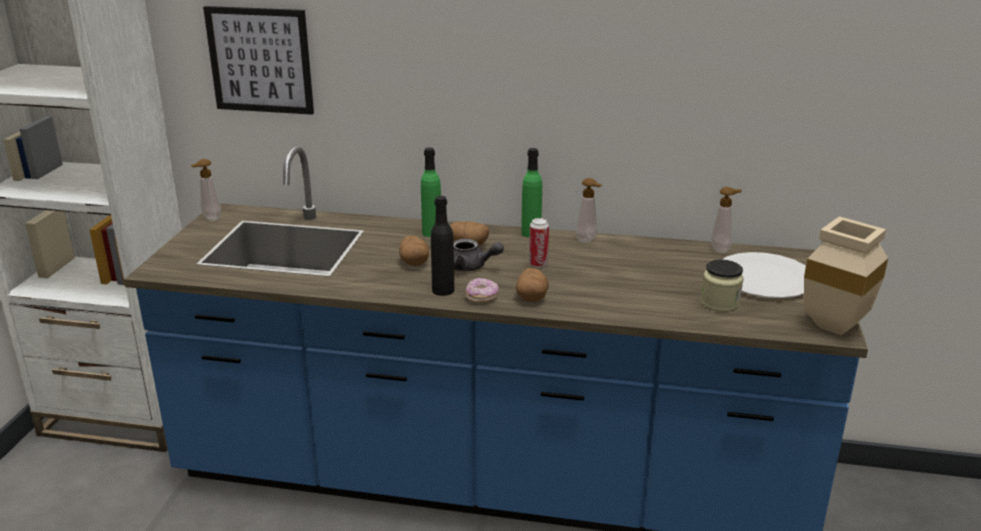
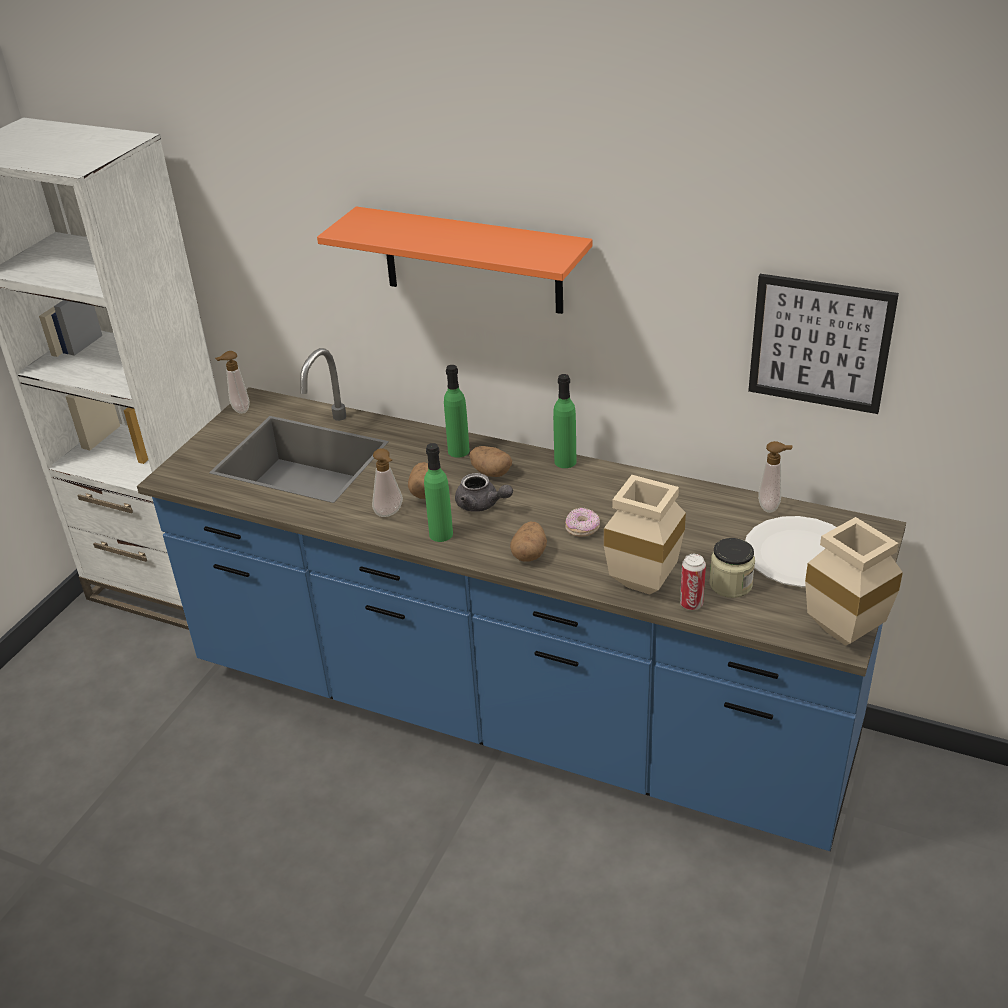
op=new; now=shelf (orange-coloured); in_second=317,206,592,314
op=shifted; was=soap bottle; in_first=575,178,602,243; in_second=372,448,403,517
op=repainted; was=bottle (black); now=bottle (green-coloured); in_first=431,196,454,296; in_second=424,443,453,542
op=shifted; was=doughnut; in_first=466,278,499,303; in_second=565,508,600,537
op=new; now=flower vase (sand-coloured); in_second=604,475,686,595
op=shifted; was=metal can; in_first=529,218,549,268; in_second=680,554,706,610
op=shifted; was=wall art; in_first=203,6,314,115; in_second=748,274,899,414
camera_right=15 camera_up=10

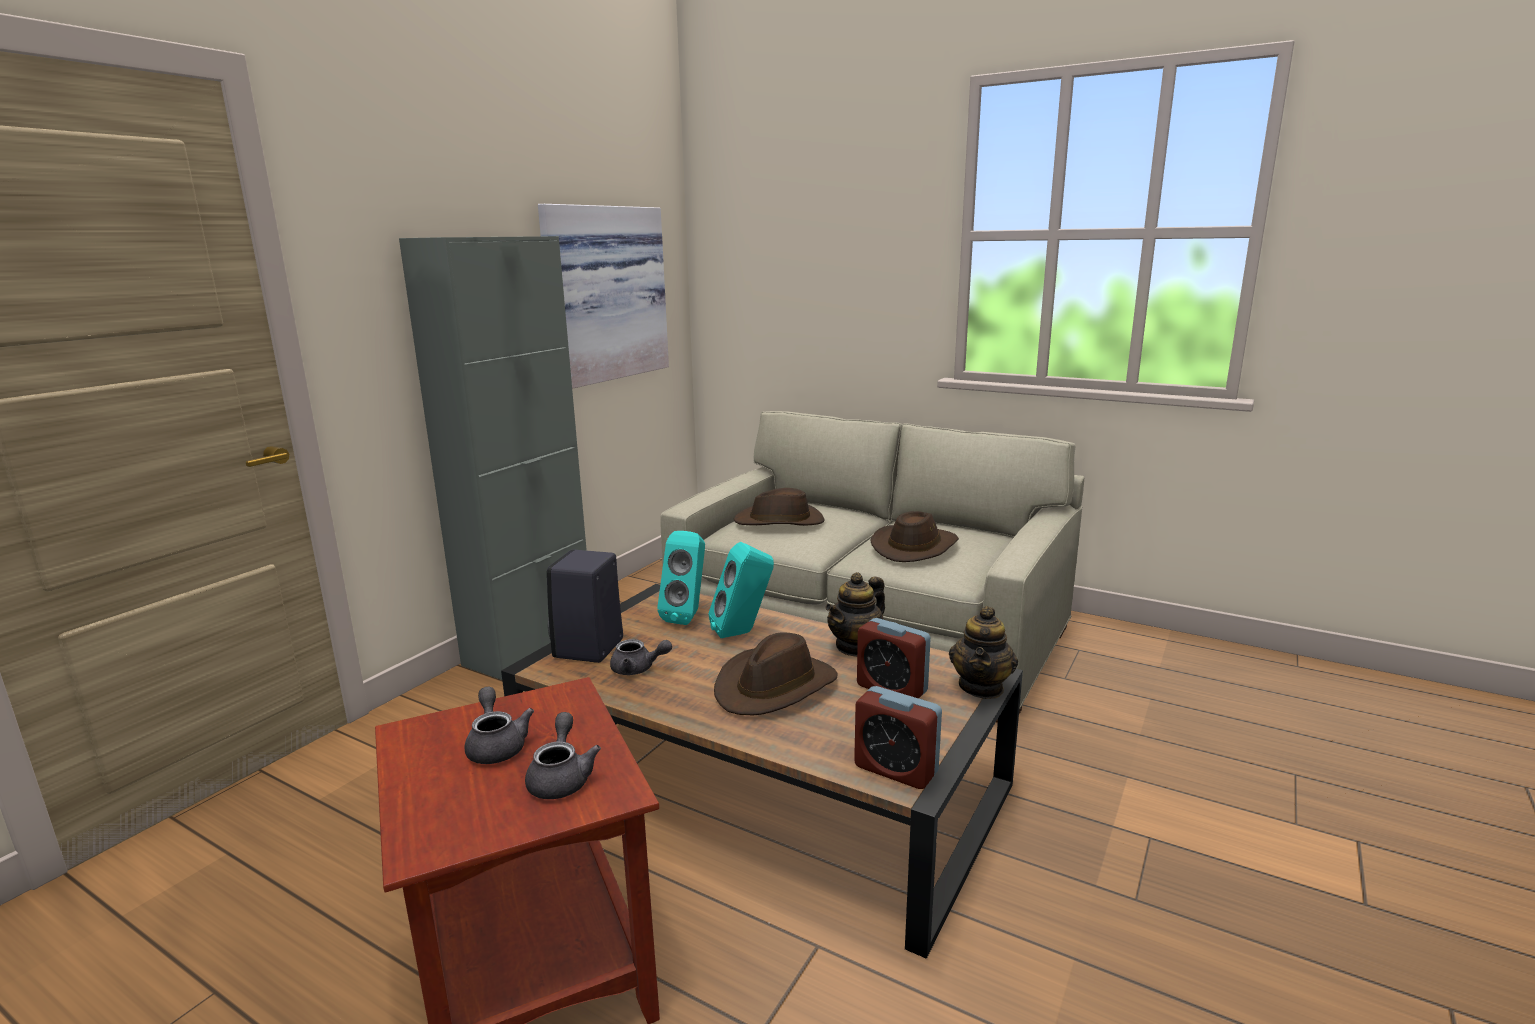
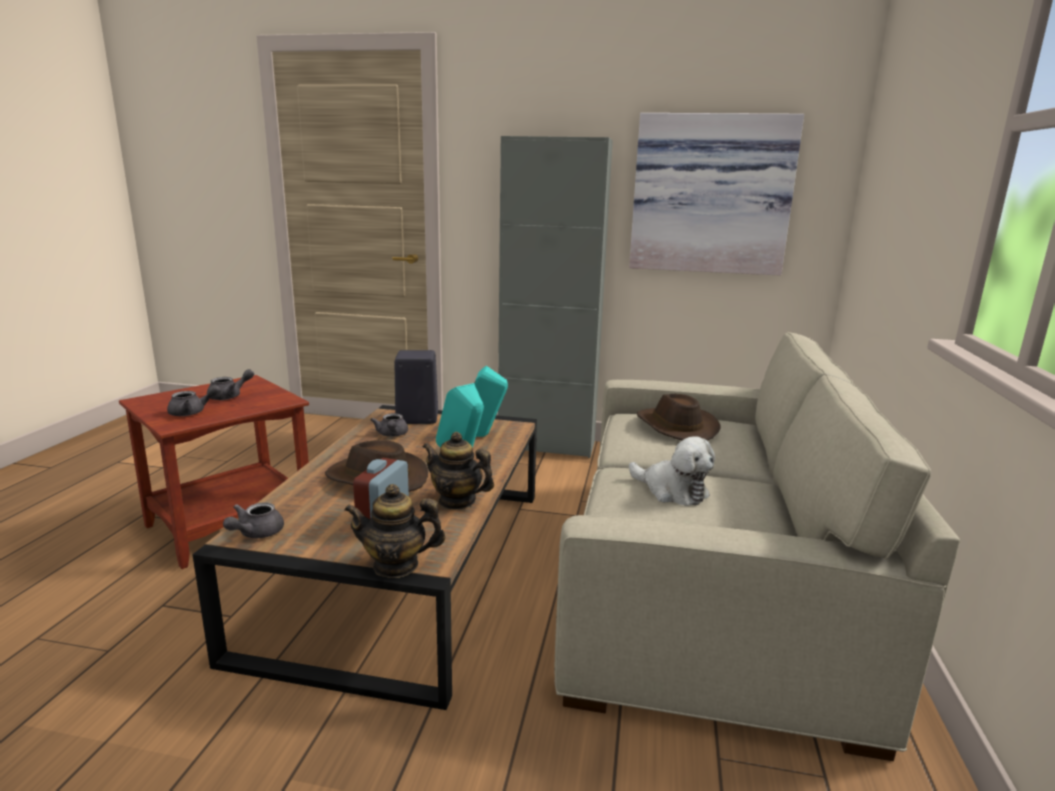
op=swapped; was=bedside clock; now=tea pot (greyish); in_first=854,686,942,789; in_second=223,502,284,538
op=swapped; was=hat (brown); now=cuddly toy; in_first=870,511,959,562; in_second=629,436,715,506
camera_right=70 camera_up=0

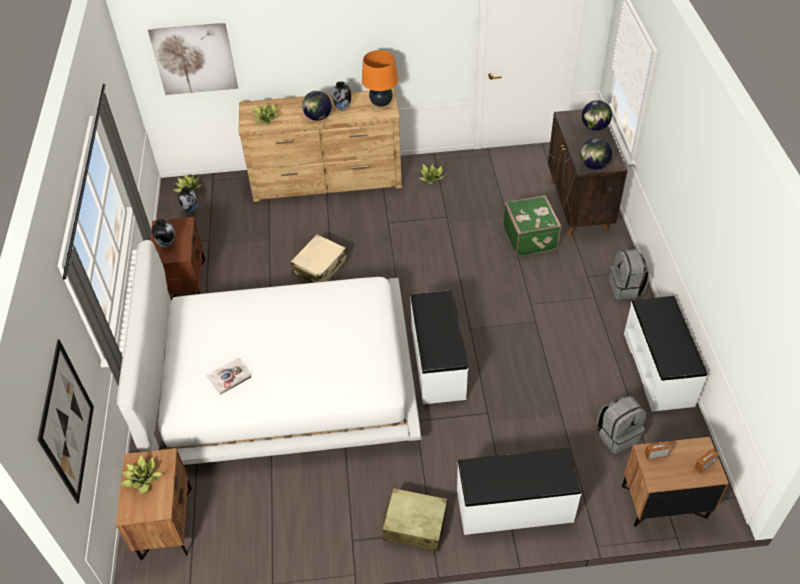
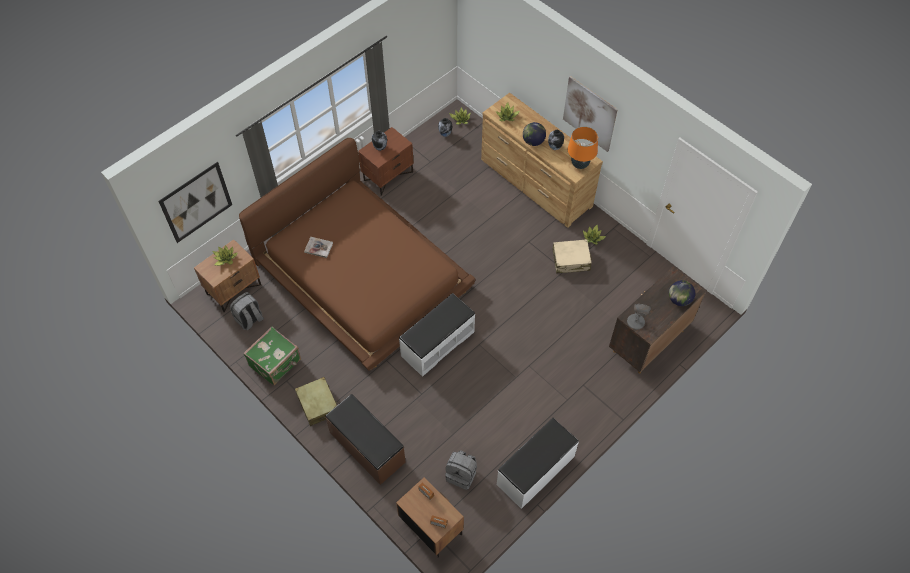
op=shifted; was=knapsack (greyish); in_first=609,249,649,300; in_second=230,292,264,330
op=repainted; was=bed (white-coloured); now=bed (brown); in_first=117,240,422,465; in_second=239,138,476,371
op=shifted; was=suitcase (green-coloured); in_first=503,195,562,257; in_second=243,327,301,386
op=repainted; was=bench (white-coloured); now=bench (brown); in_first=457,448,581,535; in_second=325,394,406,485
op=shifted; was=suitcase (sand-coloured); in_first=291,234,348,283; in_second=552,239,592,273
op=shifted; was=wall art; in_first=148,23,238,95; in_second=563,76,618,152
op=swapped; was=world globe; now=lamp for a table (greyish); in_first=580,138,612,170; in_second=627,304,651,330
camera_right=50 camera_up=10

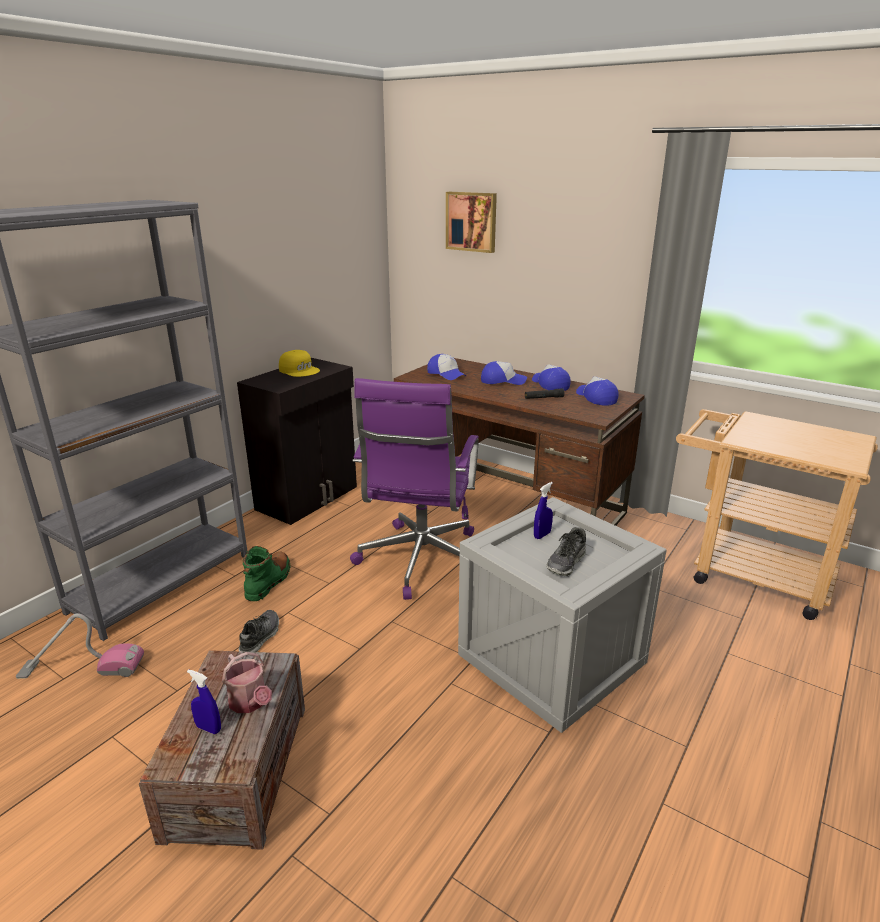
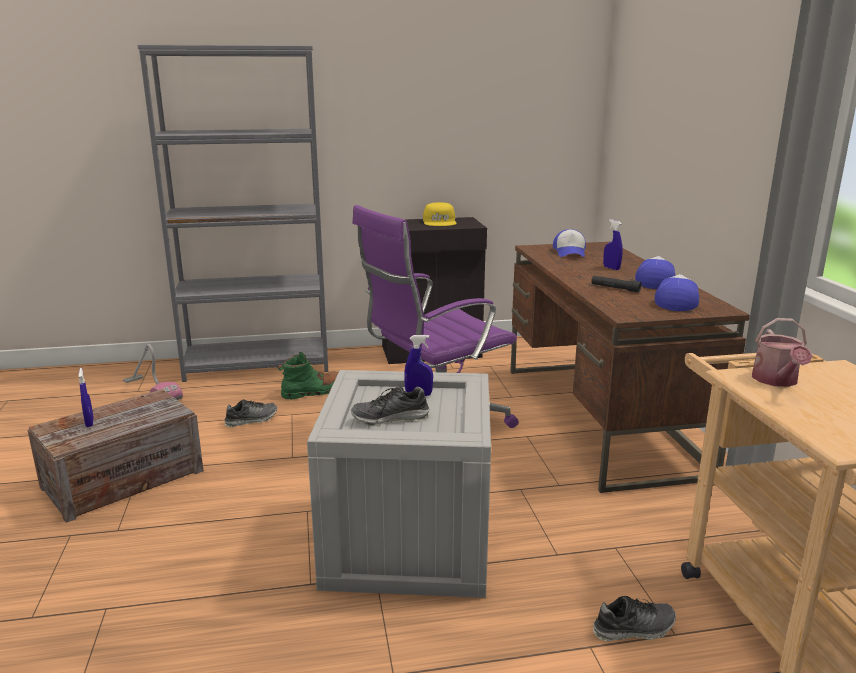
op=new; now=item of footwear; in_second=593,596,676,642
op=swapped; was=cap; now=hand sprayer (bluish); in_first=481,361,527,385; in_second=603,219,623,270
op=shifted; was=watering can; in_first=222,652,272,713; in_second=752,318,813,387
op=gone; was=wall art; in_first=446,192,497,253
camera_right=45 camera_up=-5

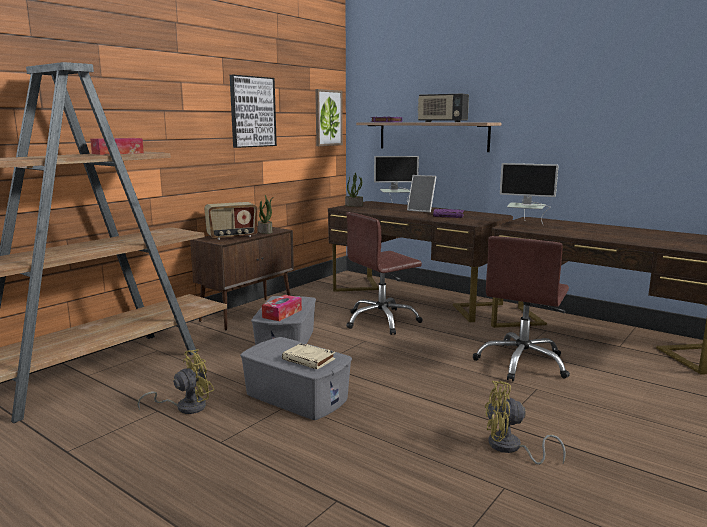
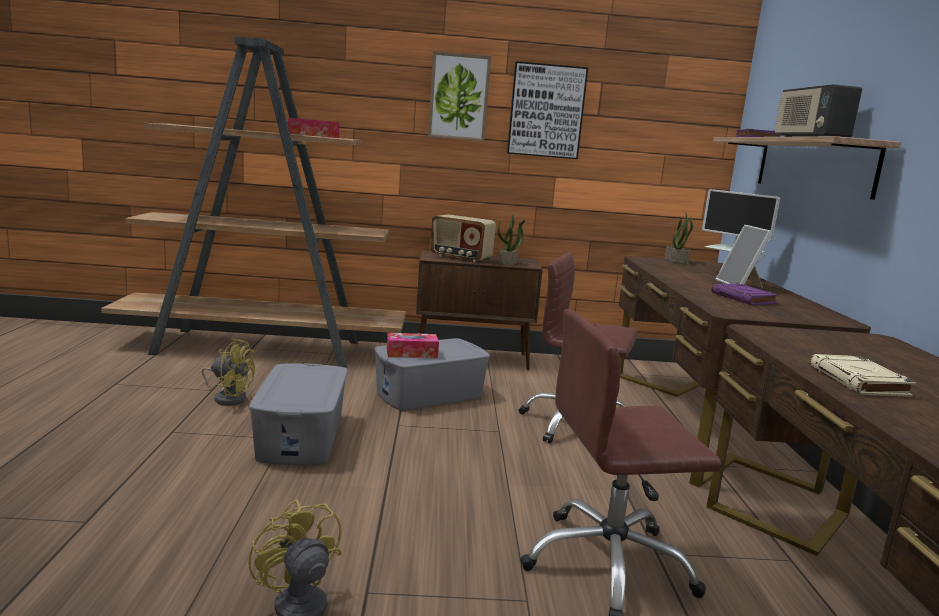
op=shifted; was=wall art; in_first=315,89,343,146; in_second=428,51,491,142
op=shifted; was=book (sand-coloured); in_first=282,343,335,369; in_second=809,354,916,397
op=gone; was=monitor; in_first=500,163,558,226
camera_right=50 camera_up=0

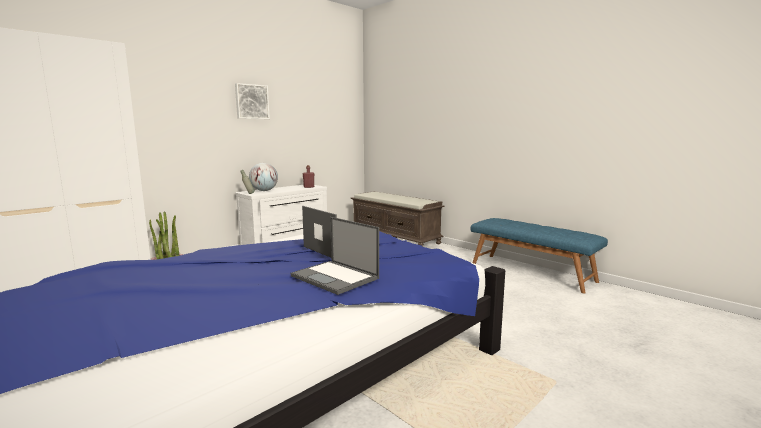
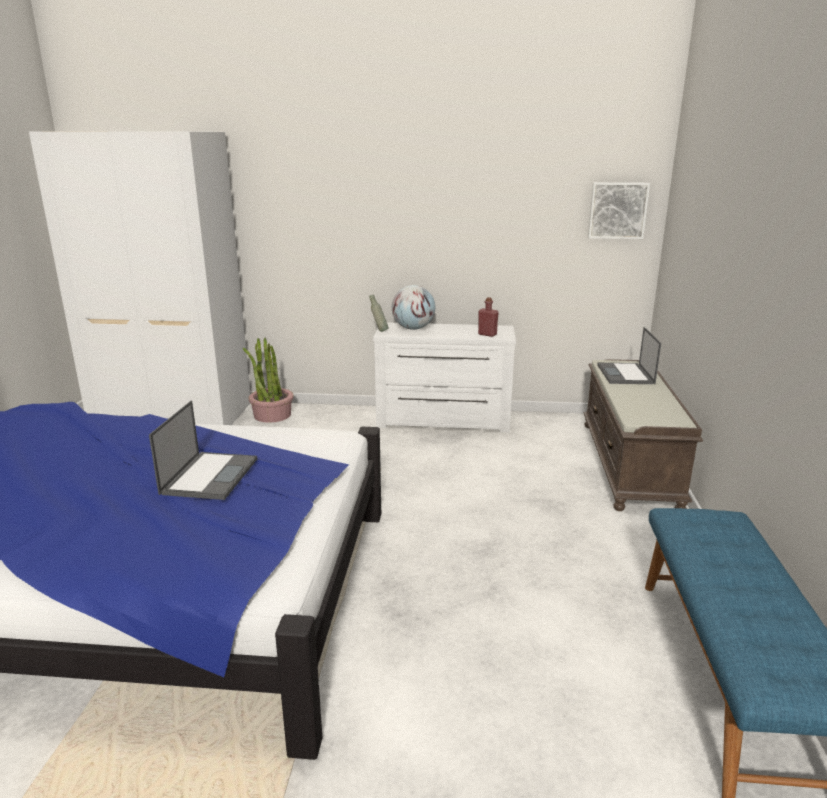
op=shifted; was=wall art; in_first=235,83,270,119; in_second=588,182,650,239
op=shifted; was=notebook computer; in_first=291,217,379,295; in_second=597,327,661,384
camera_right=50 camera_up=10

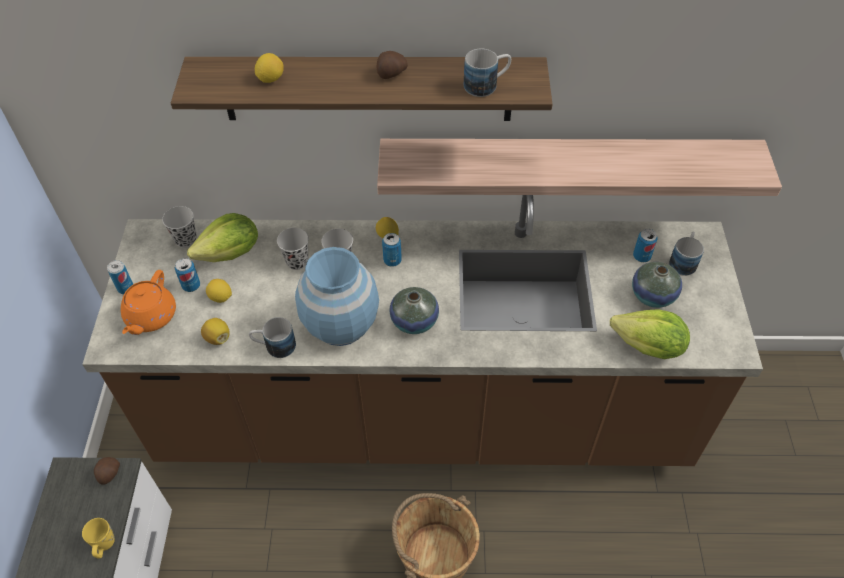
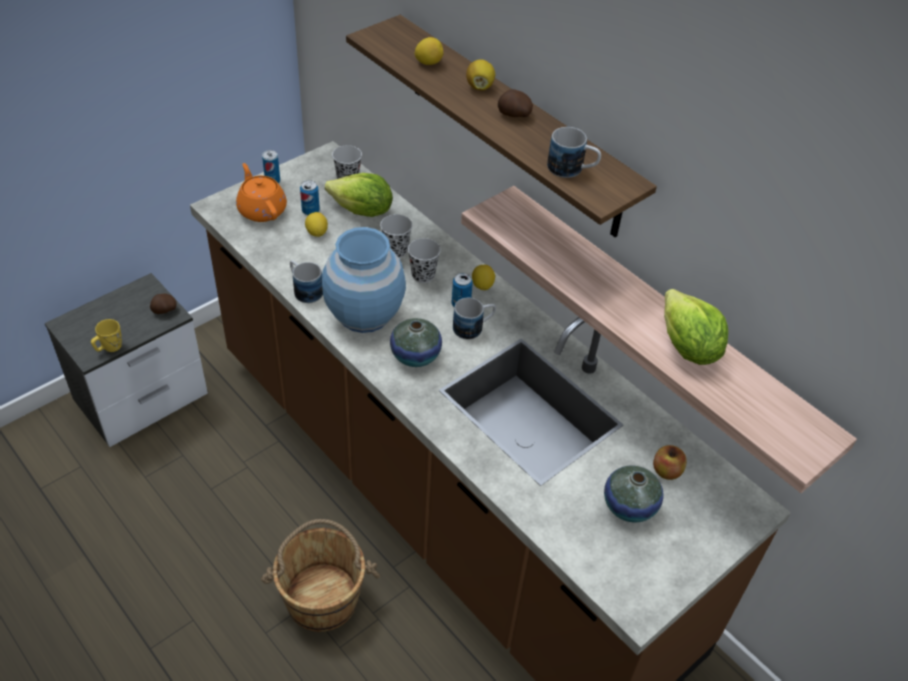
op=rotated; was=tea pot (orange-coloured); in_first=121,270,176,335; in_second=236,163,287,222; clockwise=90
op=shifted; was=coffee mug; in_first=669,232,704,276; in_second=453,298,496,340
op=shifted; was=lemon; in_first=201,318,229,345; in_second=466,59,495,90
op=swapped; was=metal can; now=apple fruit; in_first=633,229,658,262; in_second=653,445,687,480
op=shifted; was=lettuce; in_first=610,309,690,359; in_second=664,289,728,365
camera_right=45 camera_up=-5

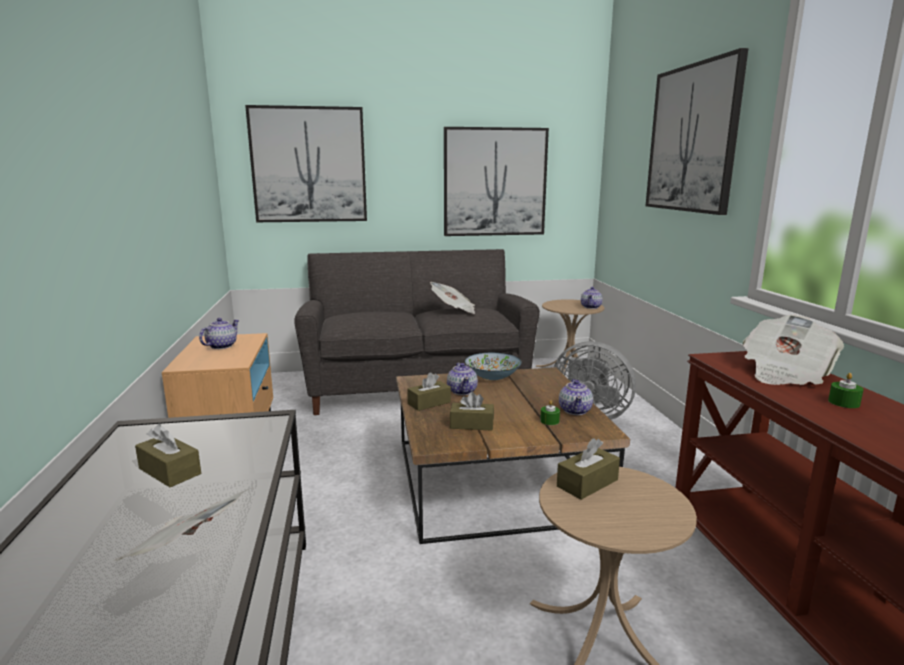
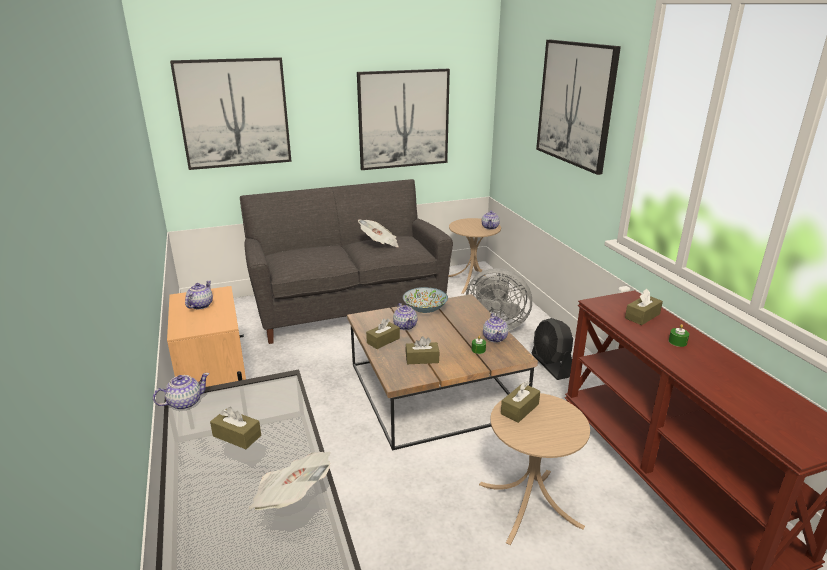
op=new; now=tea pot; in_second=153,373,209,410
op=new; now=fan (black); in_second=532,318,573,380
op=swapped; was=daily paper; now=tissue holder (brown); in_first=743,315,844,385; in_second=625,289,663,325
camera_right=-10 camera_up=10

